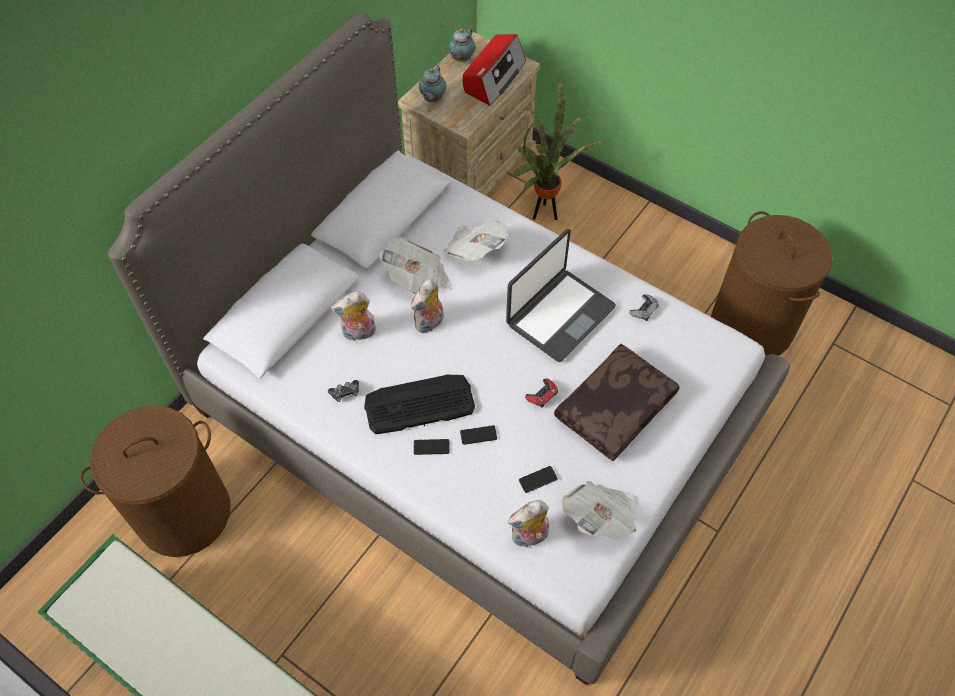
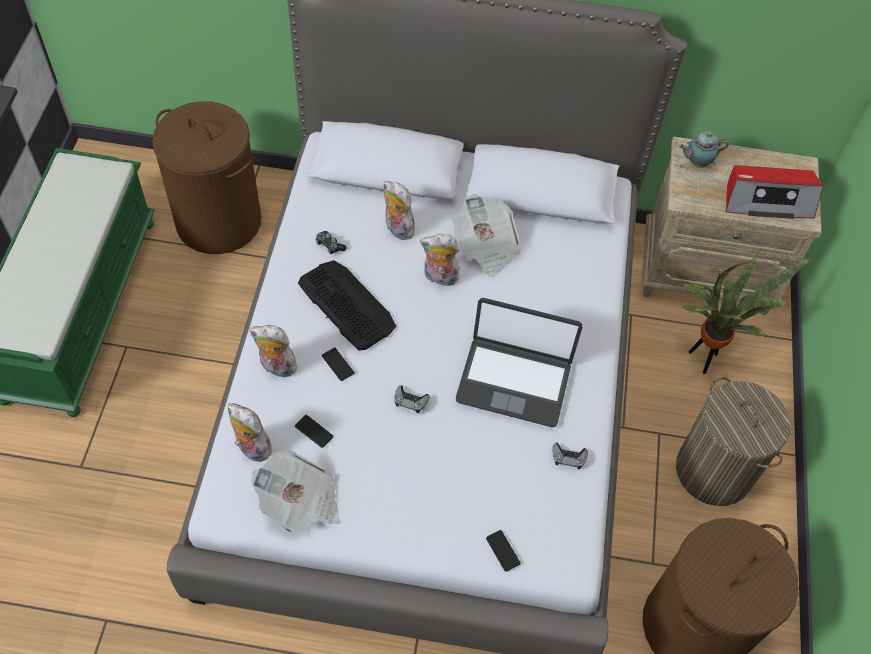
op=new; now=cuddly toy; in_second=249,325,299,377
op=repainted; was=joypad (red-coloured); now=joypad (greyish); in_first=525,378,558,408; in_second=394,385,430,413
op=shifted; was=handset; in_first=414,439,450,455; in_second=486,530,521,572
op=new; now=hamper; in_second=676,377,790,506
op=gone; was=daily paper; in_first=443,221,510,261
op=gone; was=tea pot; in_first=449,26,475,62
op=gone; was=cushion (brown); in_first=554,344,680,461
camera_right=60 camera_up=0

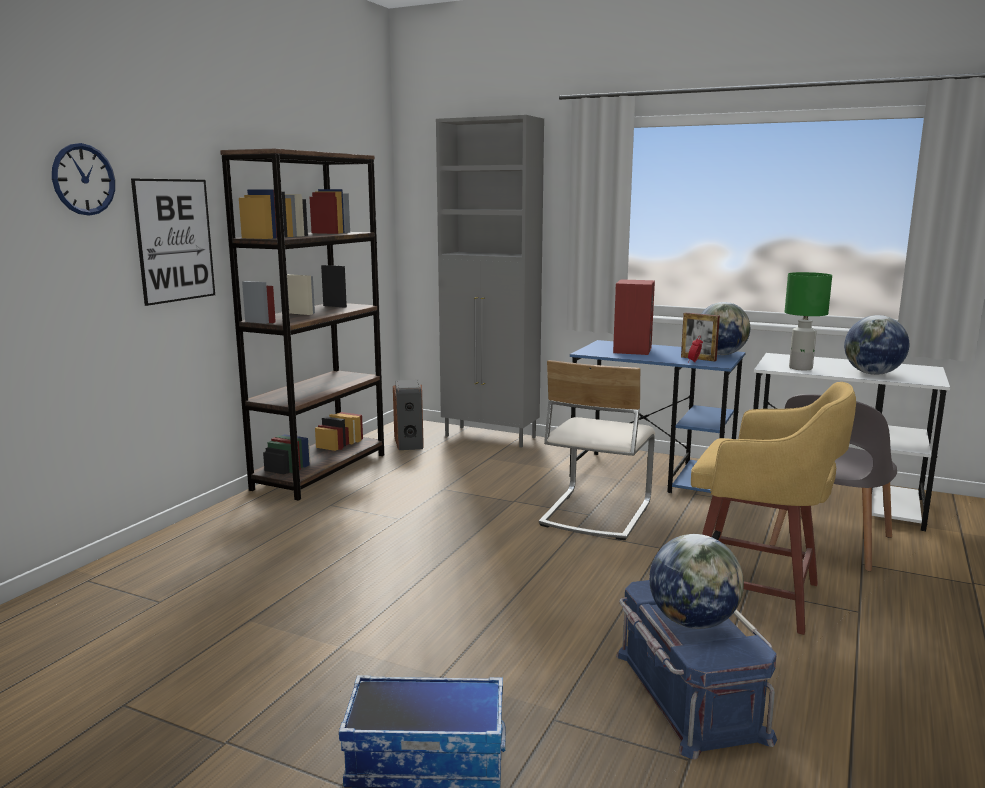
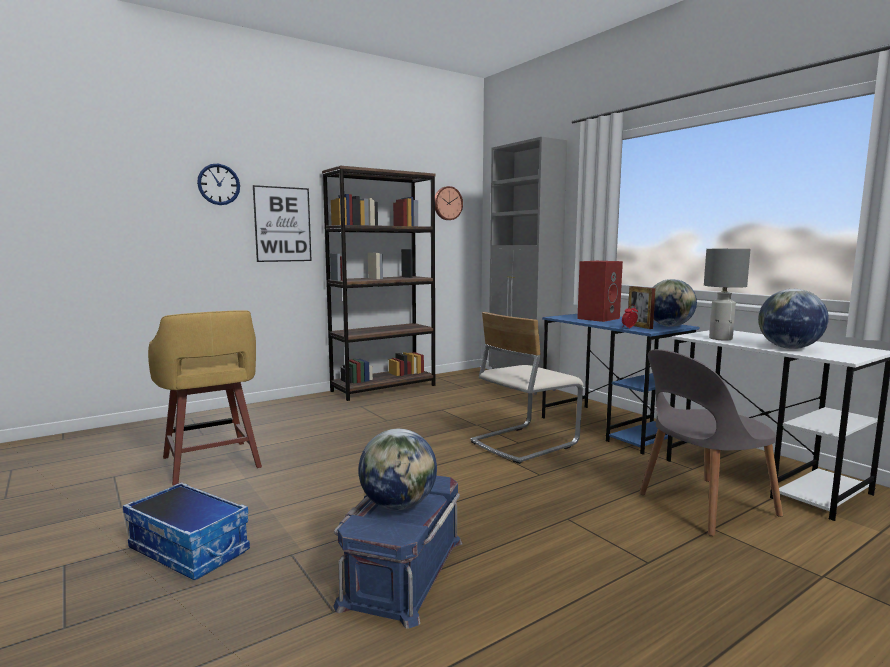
op=shifted; was=stool seat (yellow); in_first=691,382,856,635; in_second=148,310,262,485
op=new; now=hanging clock; in_second=435,186,463,220
op=repainted; was=lamp for a table (green-coloured); now=lamp for a table (greyish); in_first=785,272,832,370; in_second=704,249,750,341
op=gone; was=loudspeaker; in_first=393,380,424,450
camera_right=30 camera_up=-5

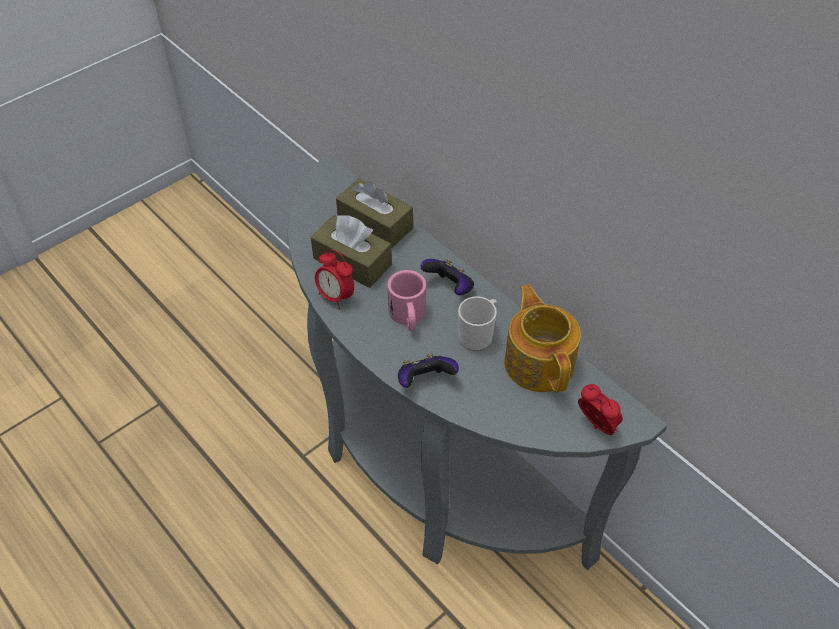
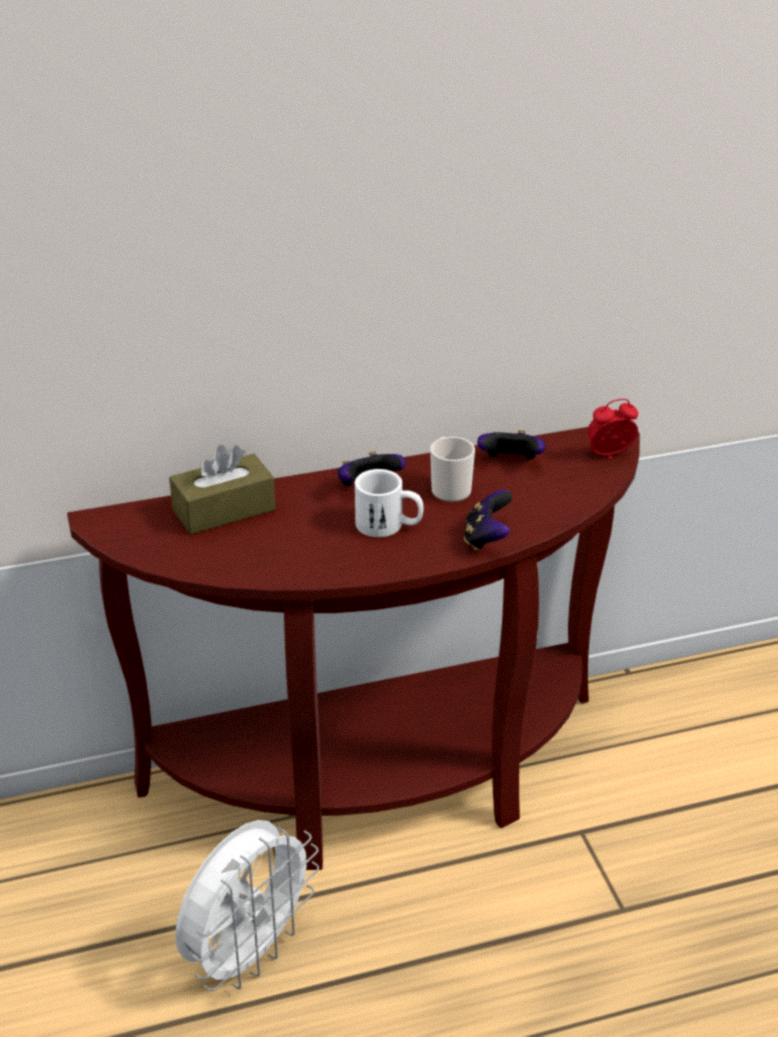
op=repainted; was=hall table (greyish); now=hall table (brown); in_first=288,155,667,570; in_second=67,427,640,870
op=new; now=fan (white-coloured); in_second=175,820,319,991
op=repainted; was=coffee mug (pinkish); now=coffee mug (white-coloured); in_first=387,270,426,331; in_second=355,469,423,537
op=swapped; was=tea pot; now=joypad; in_first=504,284,581,392; in_second=477,430,545,460
op=gone; was=tissue holder (brown); in_first=311,215,392,288
op=gone; was=bedside clock; in_first=315,249,354,309
camera_right=-65 camera_up=-15

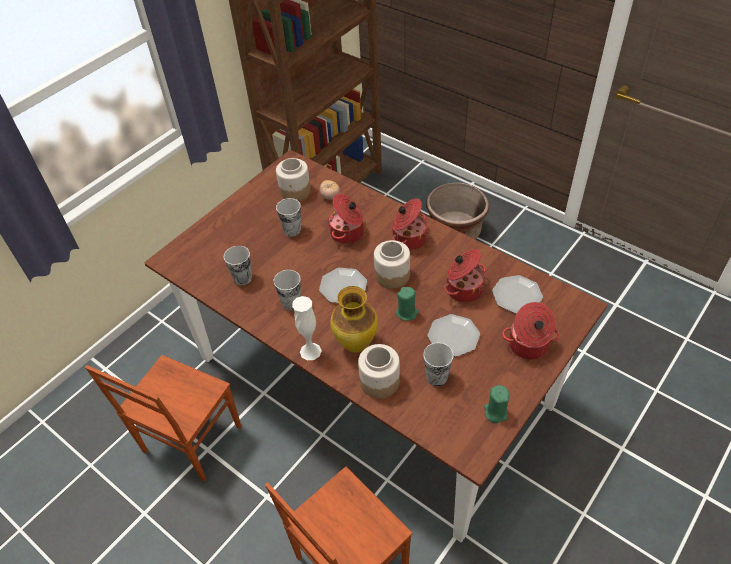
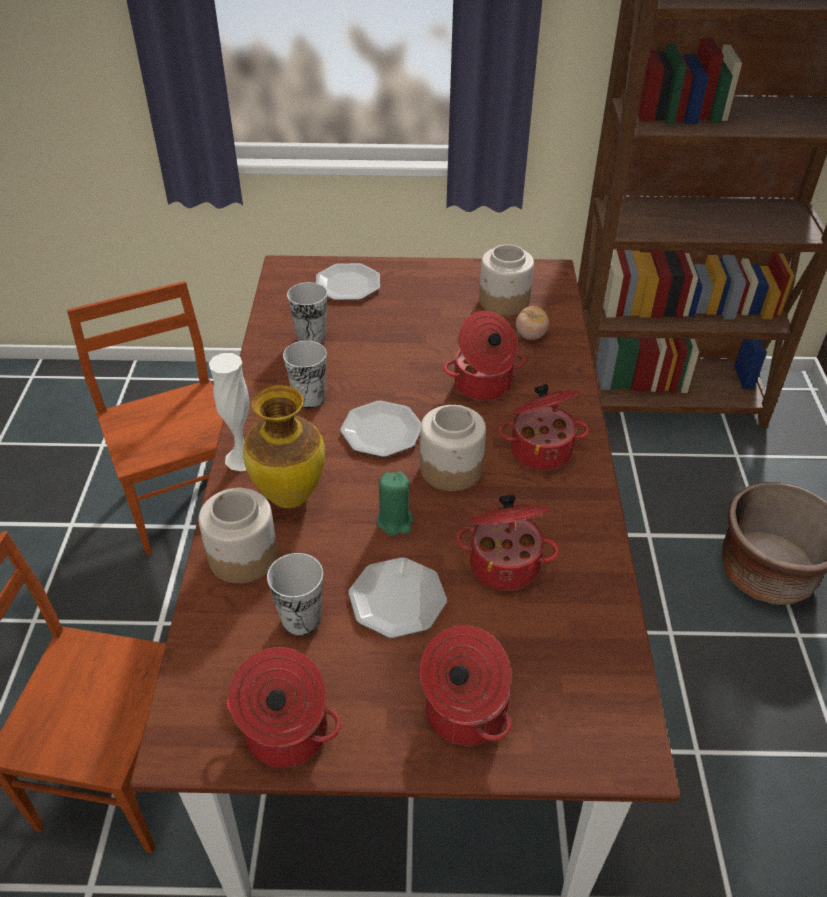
op=rotated; was=upright chair (brown); in_first=85,355,242,482; in_second=67,281,223,556; clockwise=75
op=swapped; was=wax candle (green-coloured); now=cooking pot; in_first=484,385,509,423; in_second=226,647,341,768
op=shifted; was=plate; in_first=492,275,543,314; in_second=316,263,380,300
op=gone; was=cup; in_first=276,198,301,237
camera_right=50 camera_up=-5

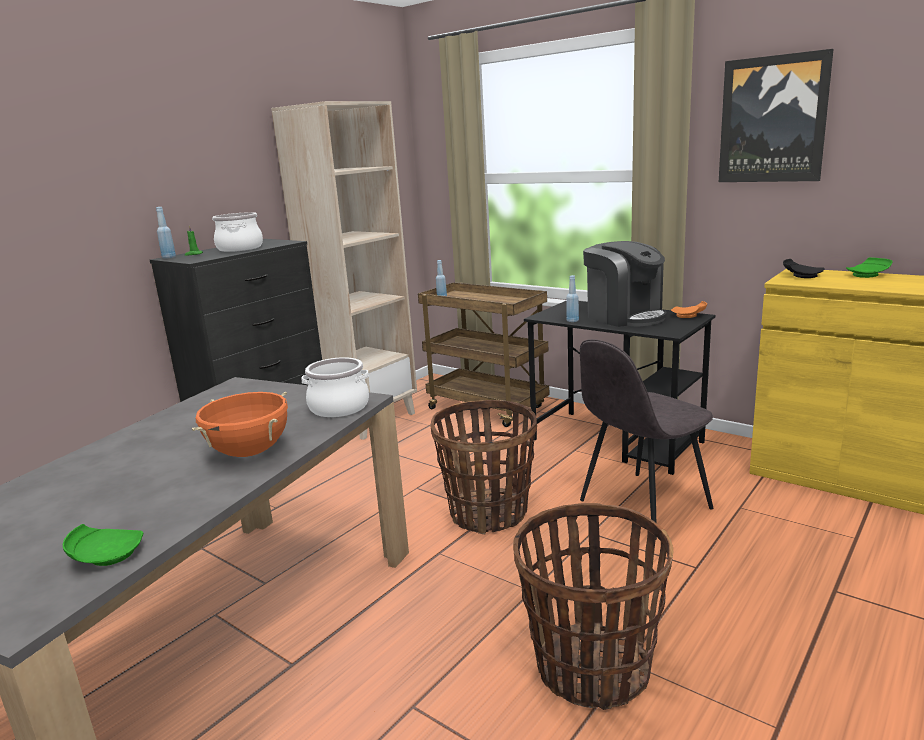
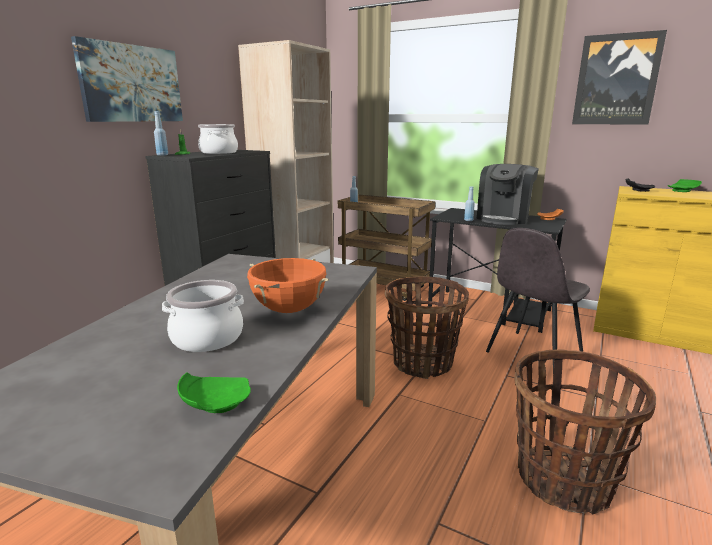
op=new; now=wall art; in_second=71,36,183,122
op=shifted; was=cooking pot; in_first=302,357,369,417; in_second=162,280,244,352
op=rotated; was=coffee brewer; in_first=583,241,667,327; in_second=477,164,539,225; clockwise=75
camera_right=-10 camera_up=0

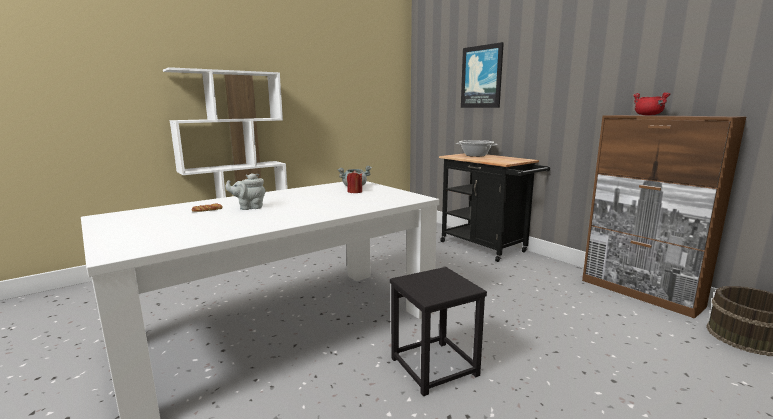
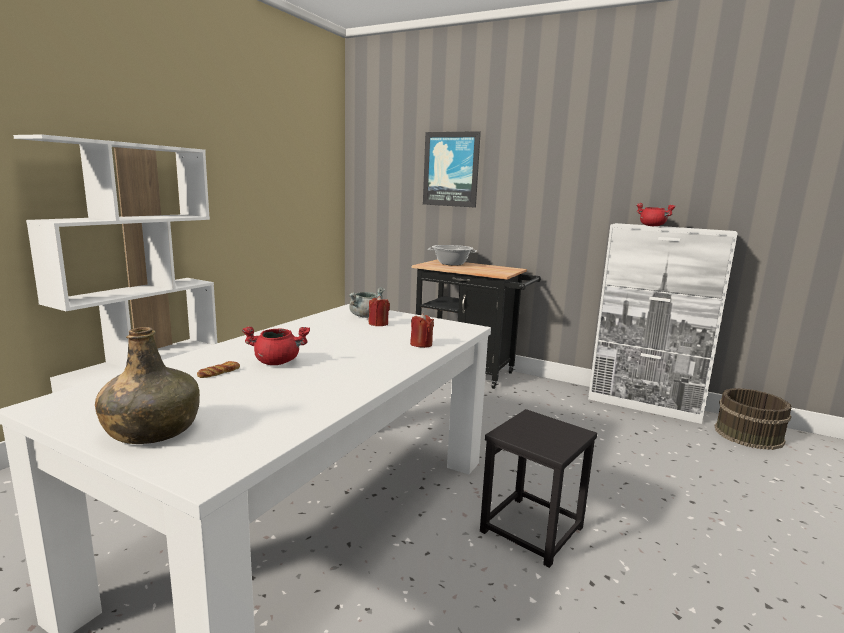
op=new; now=bottle (green-coloured); in_second=95,327,200,444
op=swapped; was=tea pot (greyish); now=cooking pot (red-coloured); in_first=225,173,266,210; in_second=242,326,310,365
op=new; now=wax candle (red-coloured); in_second=410,313,434,348
op=repainted; was=cabinet (brown); now=cabinet (white-coloured); in_first=582,115,746,319; in_second=588,223,738,424
camera_right=-25 camera_up=0

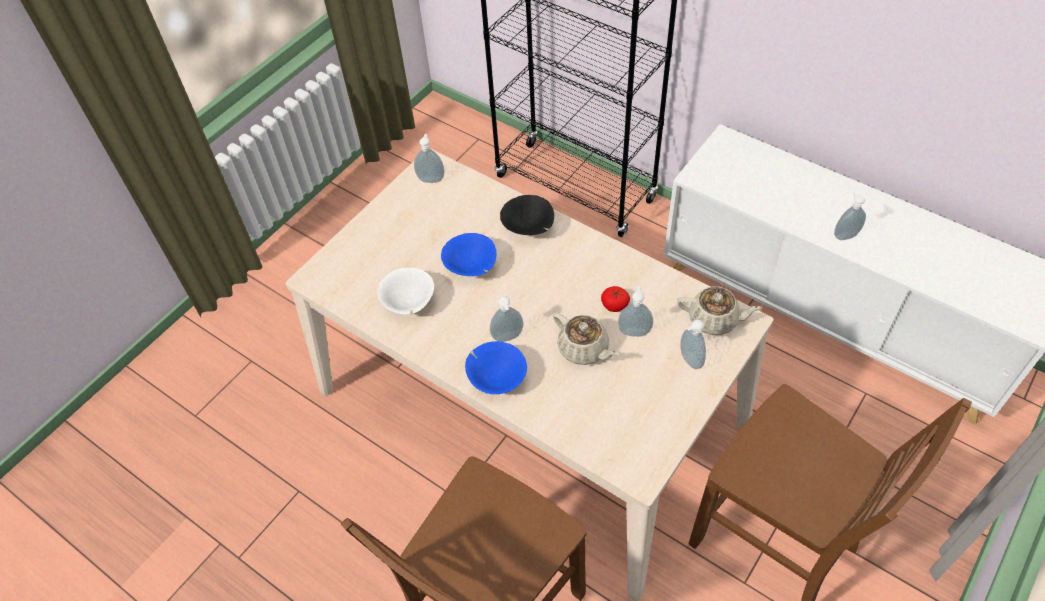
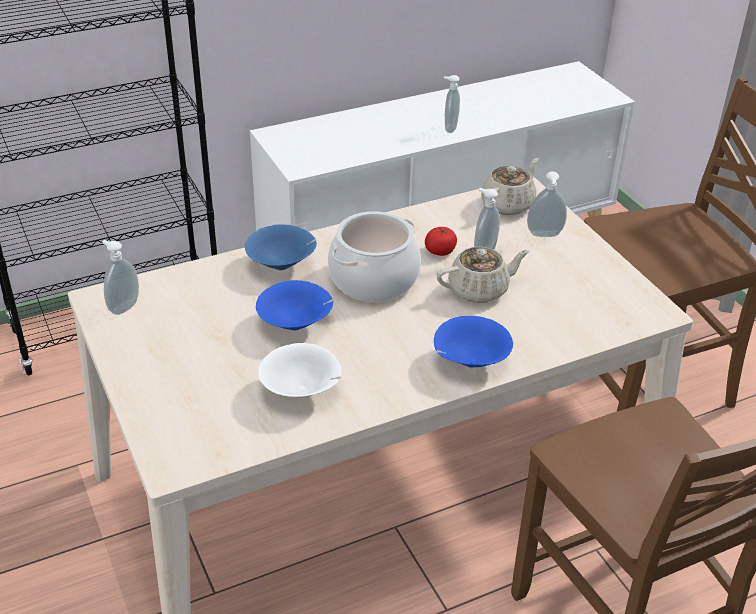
op=repainted; was=deep dish (black); now=deep dish (bluish); in_first=500,195,554,235; in_second=245,224,317,270
op=new; now=cooking pot; in_second=328,211,421,302
op=gone; was=soap bottle; in_first=490,296,523,342
camera_right=-65 camera_up=-15

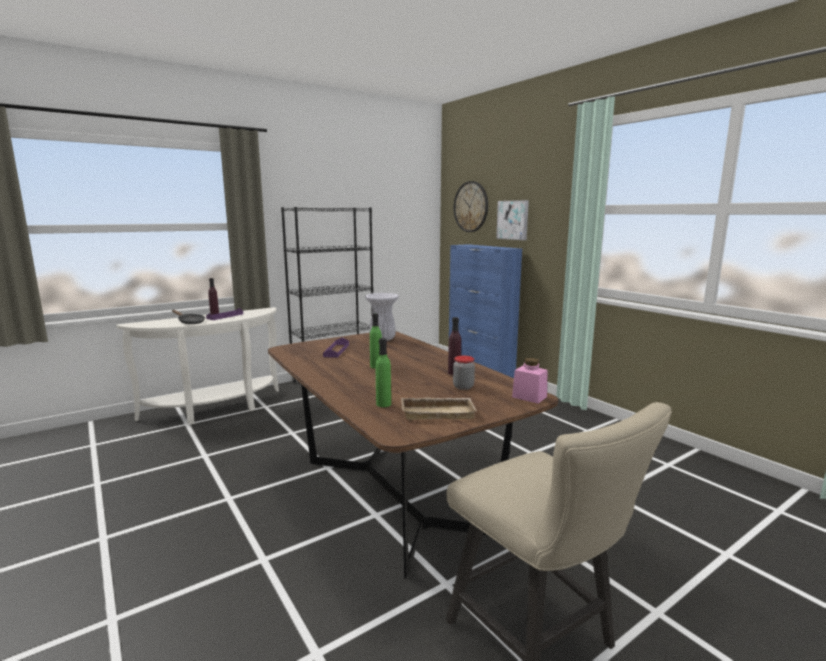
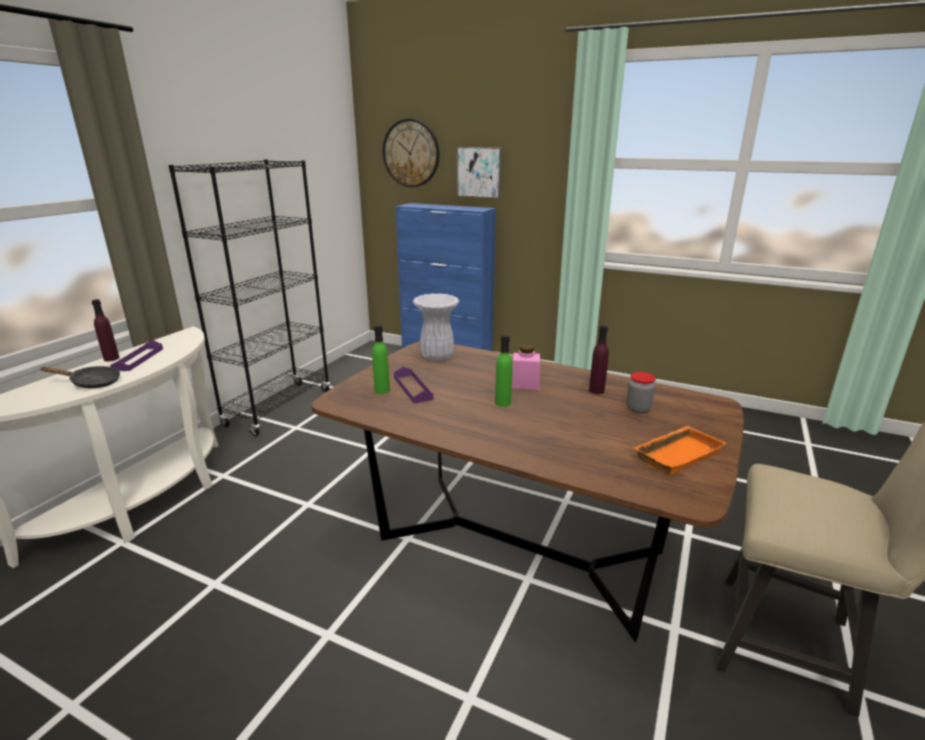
op=shifted; was=bottle (green-coloured); in_first=376,338,391,407; in_second=372,325,390,394
op=shifted; was=storage jar (pinkish); in_first=512,358,548,404; in_second=512,344,540,390
op=repainted; was=carrying tray (sand-coloured); now=carrying tray (orange-coloured); in_first=401,397,477,420; in_second=633,426,726,475
camera_right=-30 camera_up=10

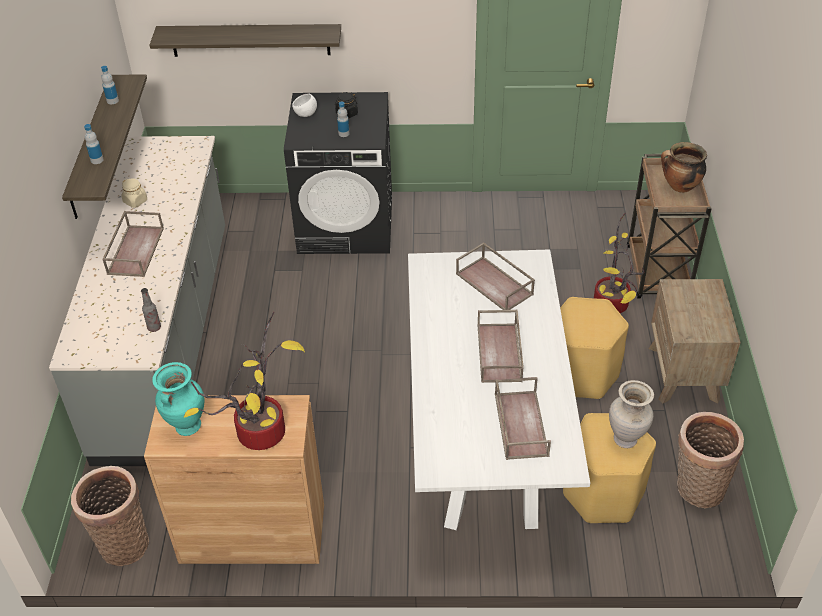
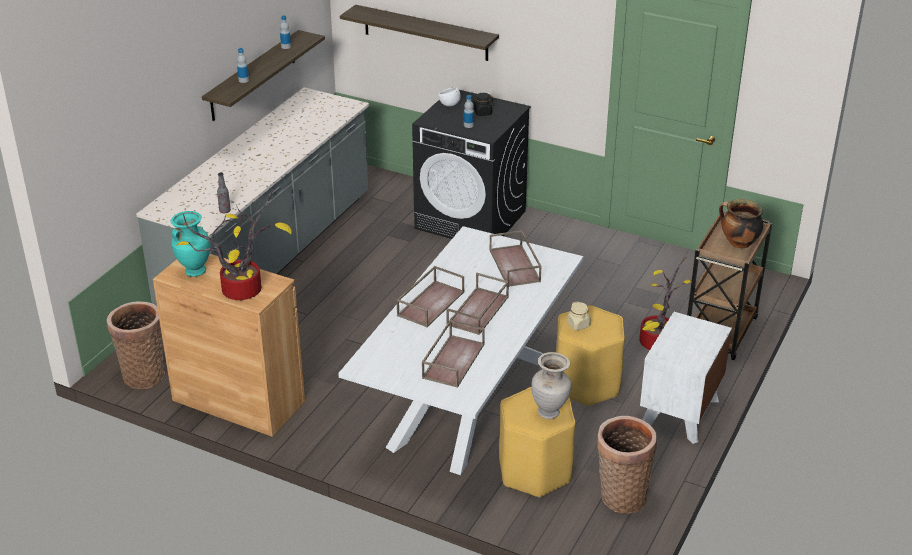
op=shifted; was=carrying tray (brown); in_first=102,211,164,277; in_second=396,266,464,327
op=shifted; was=storage jar (sand-coloured); in_first=122,178,147,208; in_second=567,302,591,330
op=repainted; was=night table (brown); now=night table (white-coloured); in_first=648,279,741,403; in_second=640,312,732,444
camera_right=25 camera_up=-10

